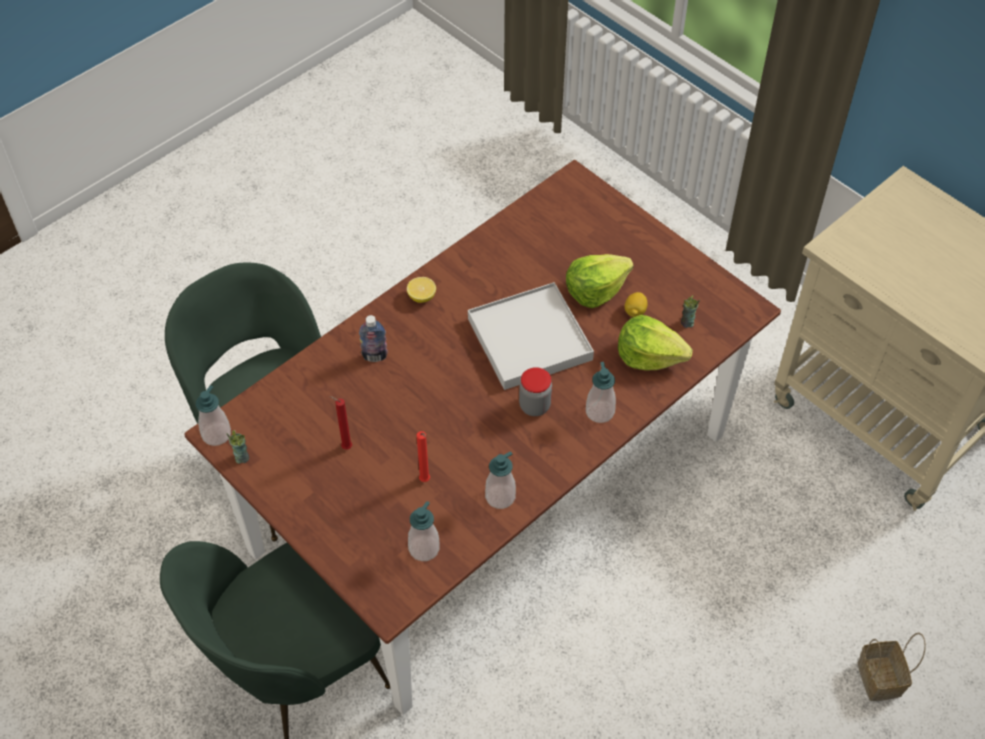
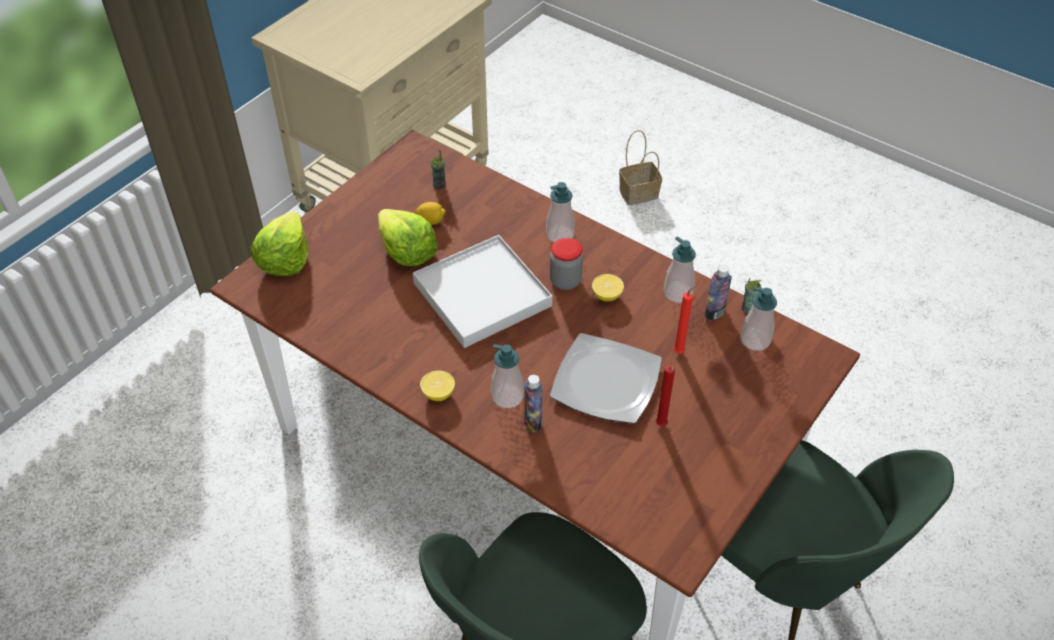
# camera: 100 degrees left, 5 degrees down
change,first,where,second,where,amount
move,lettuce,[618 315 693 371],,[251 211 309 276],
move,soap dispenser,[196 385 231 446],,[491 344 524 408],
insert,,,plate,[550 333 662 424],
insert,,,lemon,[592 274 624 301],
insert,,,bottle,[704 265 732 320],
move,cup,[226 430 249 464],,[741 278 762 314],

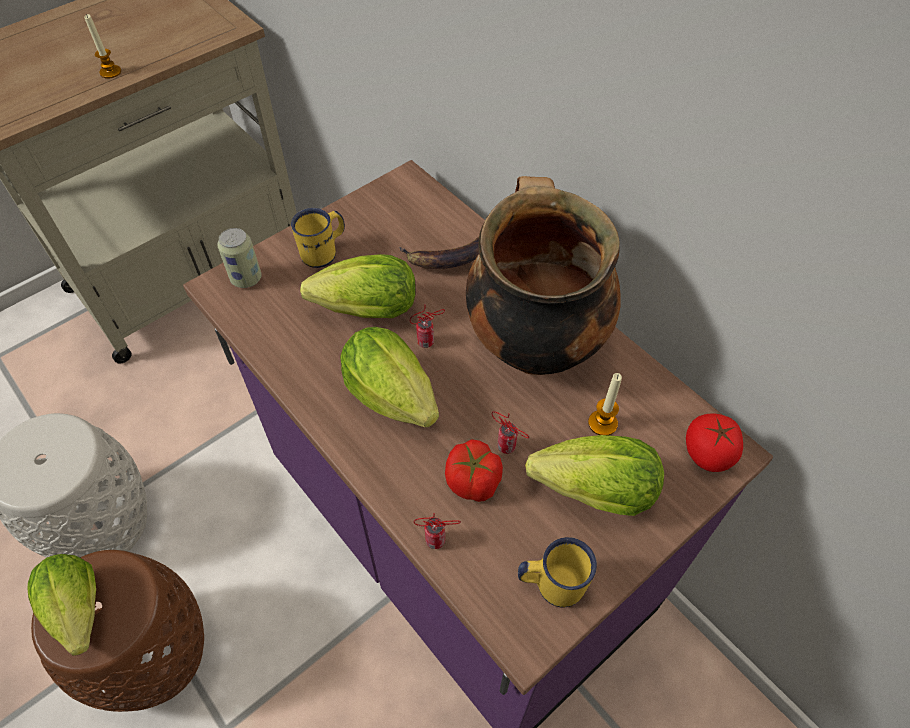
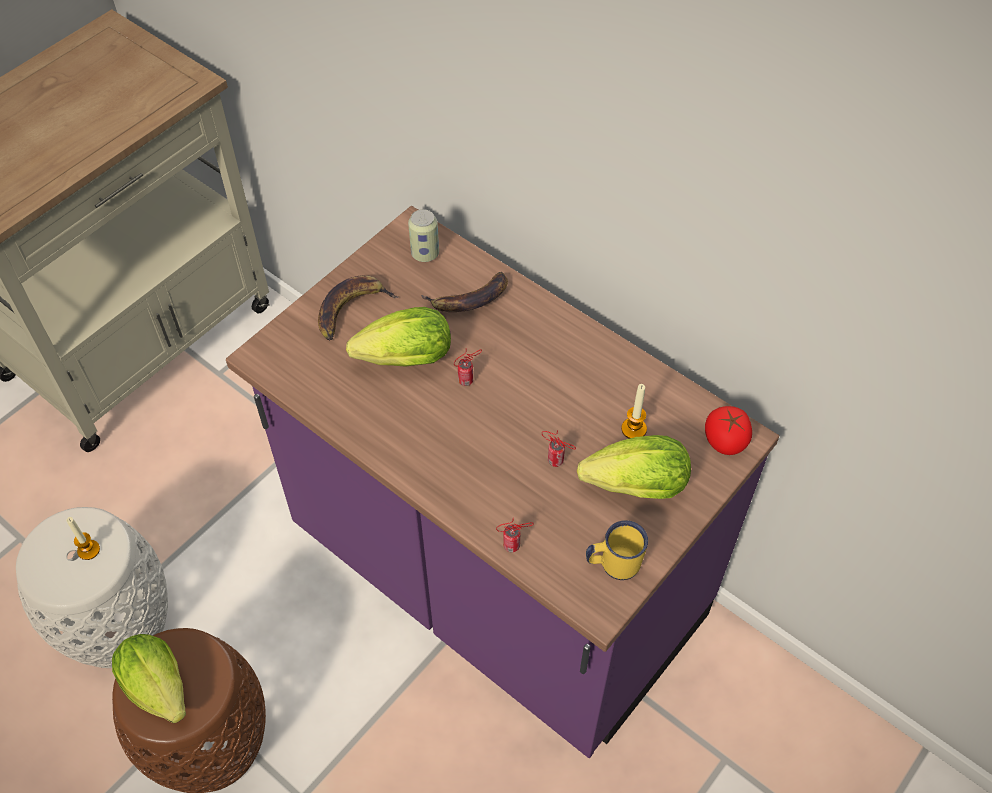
# camera: 10 degrees left, 0 degrees up
change,first,where,second,where,amount
move,candle,[84 14 121 79],,[67 517 100 560],
replace,mug (yellow),[291 208 345 268],banana,[318 275 398 340],
move,can,[217 228 262 288],,[408 209 439 262],
delete,lettuce,[340 327 439 427],,,
delete,tomato,[445 439 503 502],,,
delete,cooking pot,[466 176 621 375],,,

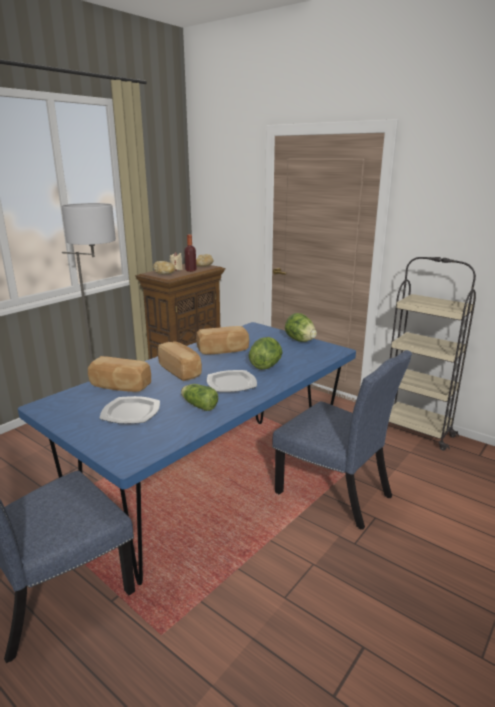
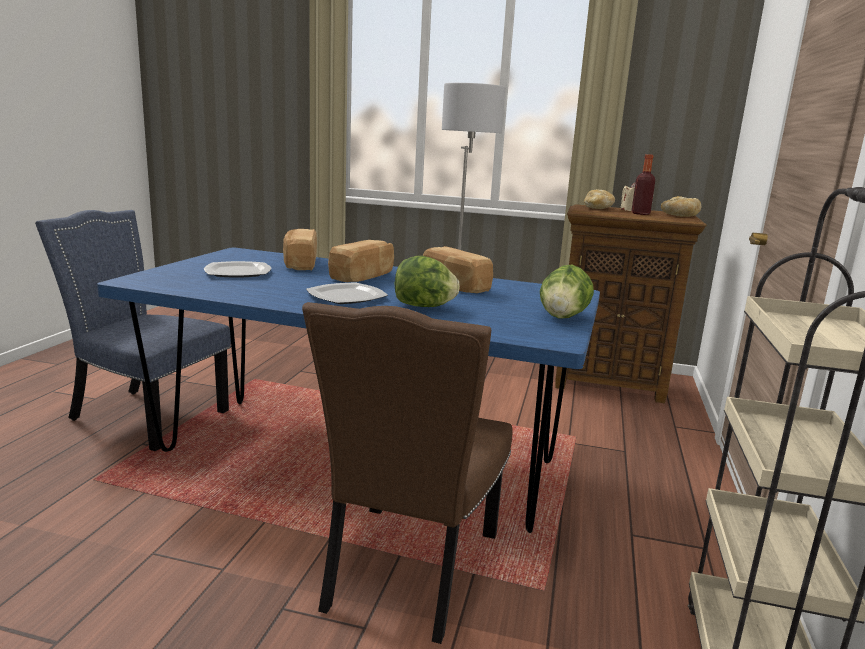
# camera: 65 degrees right, 5 degrees down
change,first,where,second,where,amount
recolor,chair (blue),[272 350 412 530],chair (brown),[302 302 513 644],
delete,lettuce,[181 384 218 411],,,

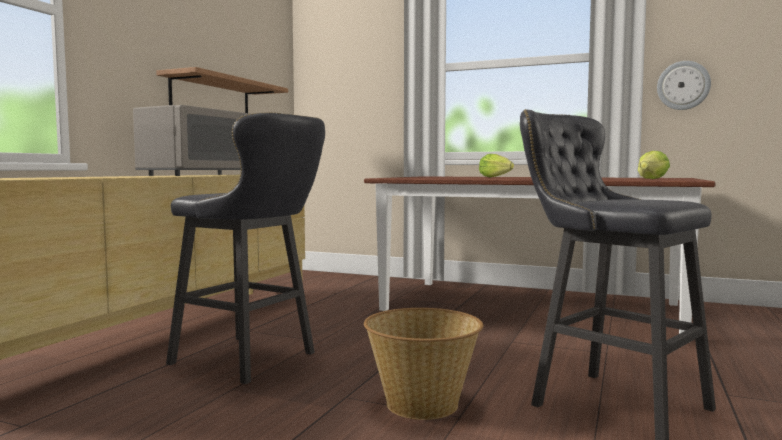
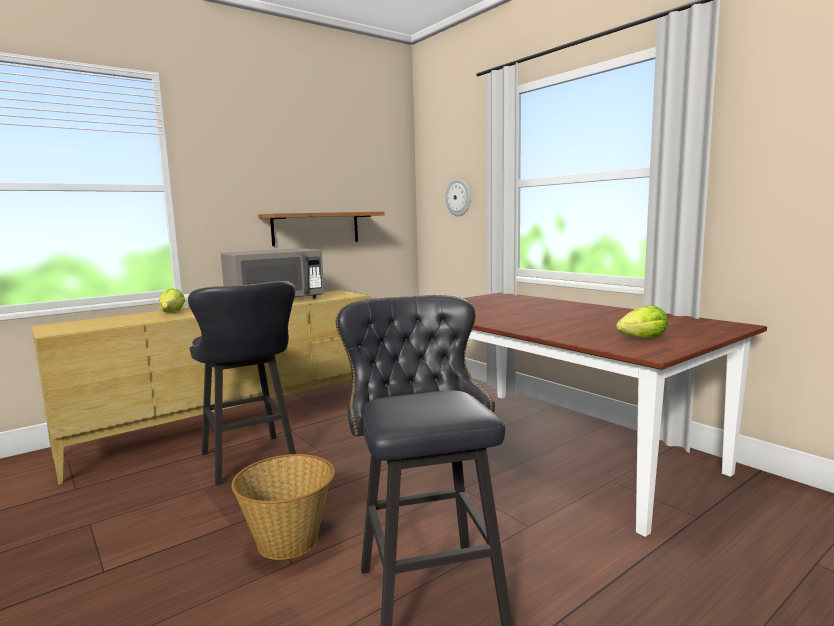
# camera: 30 degrees right, 5 degrees up
change,first,where,second,where,amount
move,lettuce,[479 154 514 177],,[159 289 185 313],
move,wall clock,[657 61 711 110],,[446 179 471 216],

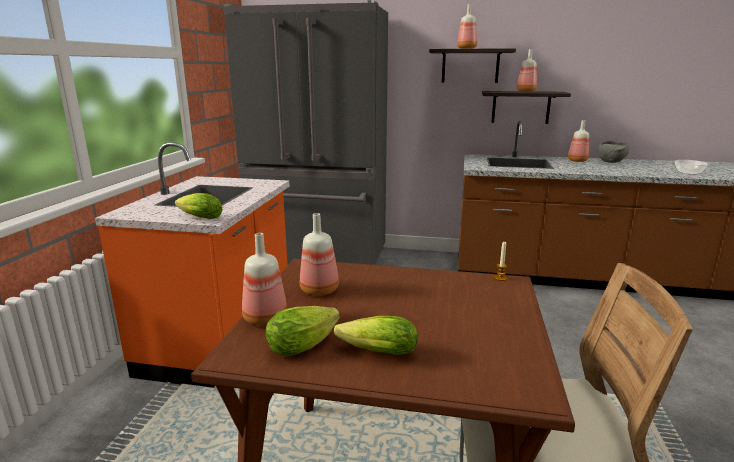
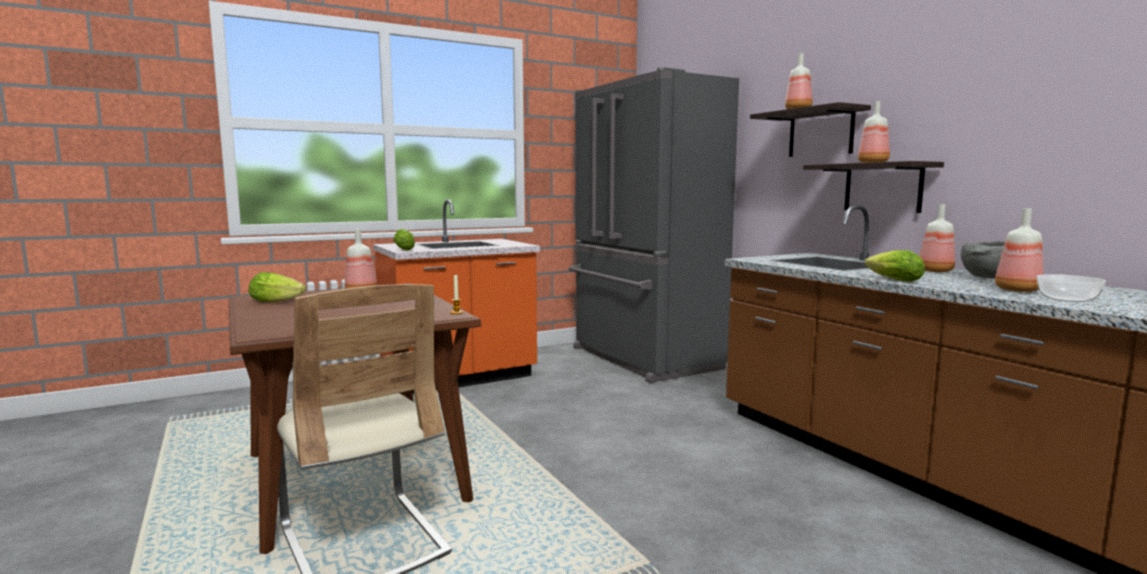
# camera: 50 degrees right, 10 degrees down
change,first,where,second,where,amount
move,lettuce,[334 316 418 355],,[865 250 925 282],
move,bottle,[242 233 287 326],,[995 208 1044 292],

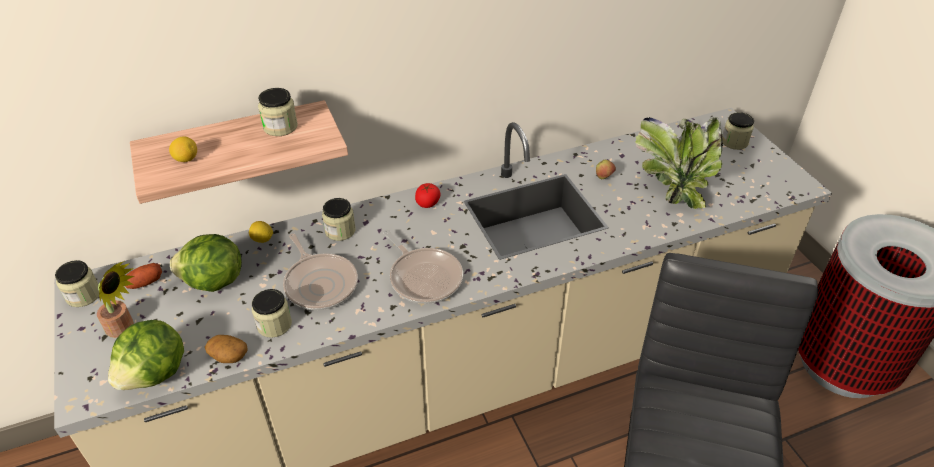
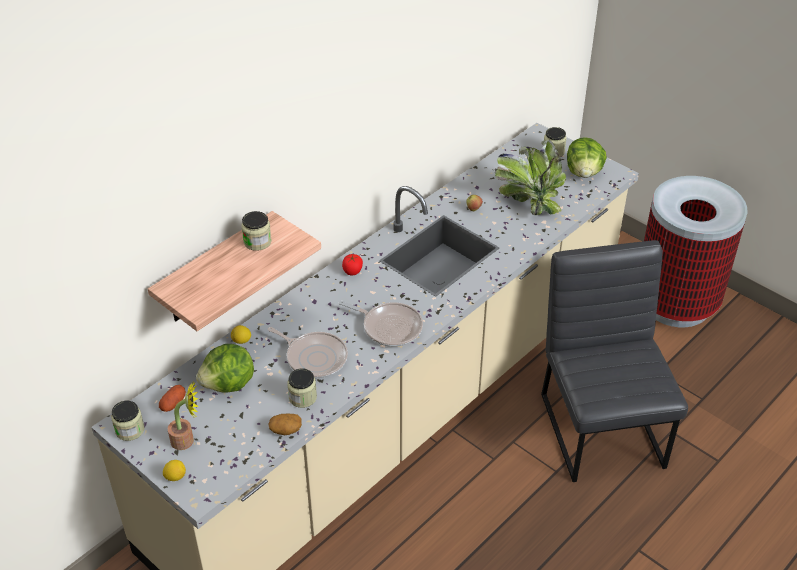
# camera: 25 degrees left, 0 degrees up
change,first,where,second,where,amount
move,lemon,[169 137 197 162],,[163 460 186 481],
move,lettuce,[108 320 184 390],,[567 137 607 178],
delete,jar,[322 198 356 241],,,

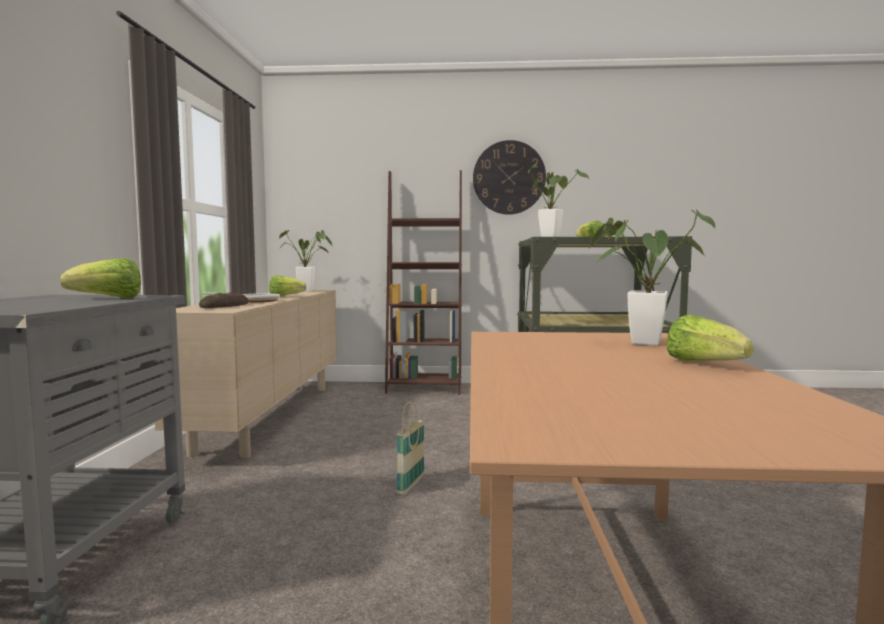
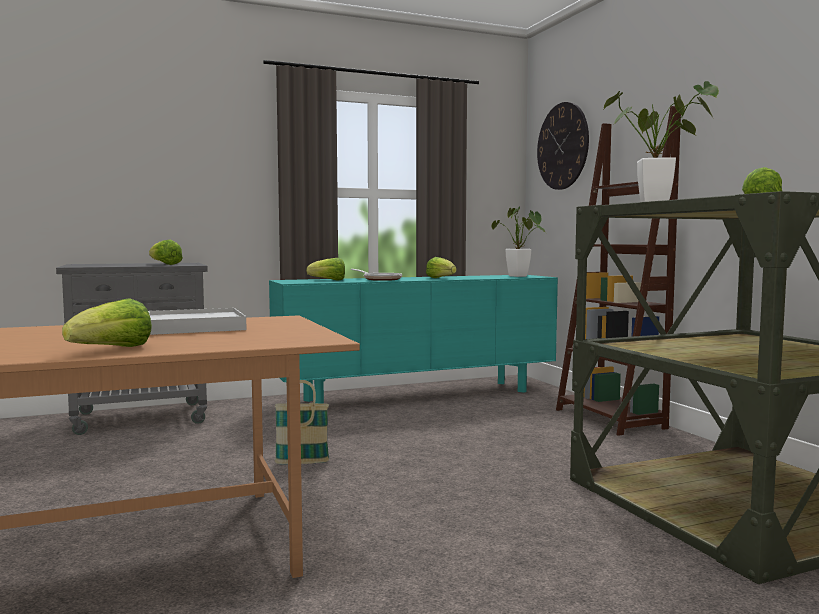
# camera: 65 degrees right, 0 degrees up
change,first,where,second,where,amount
insert,,,tray (white),[148 308 247 335],
recolor,cabinet (beige),[155 290 337 458],cabinet (turquoise),[269 275 558 404],
replace,bread,[199 293 249 308],lettuce,[306 258 345 281],
move,wall clock,[473 140 546 215],,[537 102 589 190],
delete,potted plant,[588 210 715 346],,,

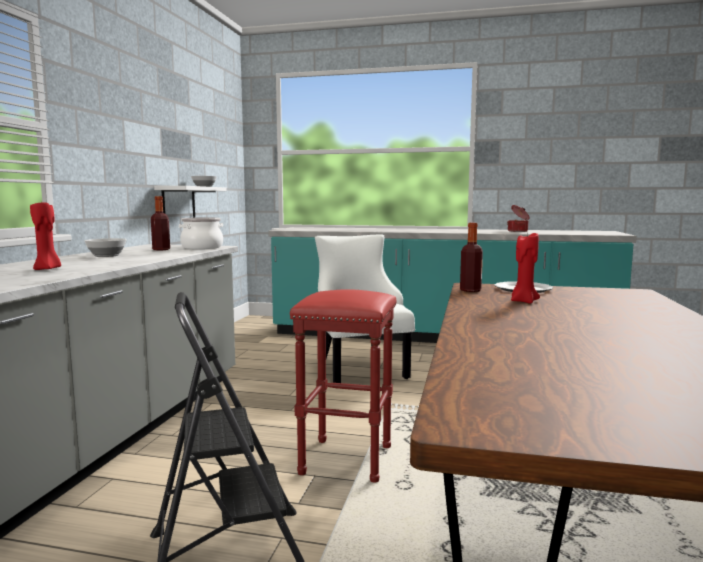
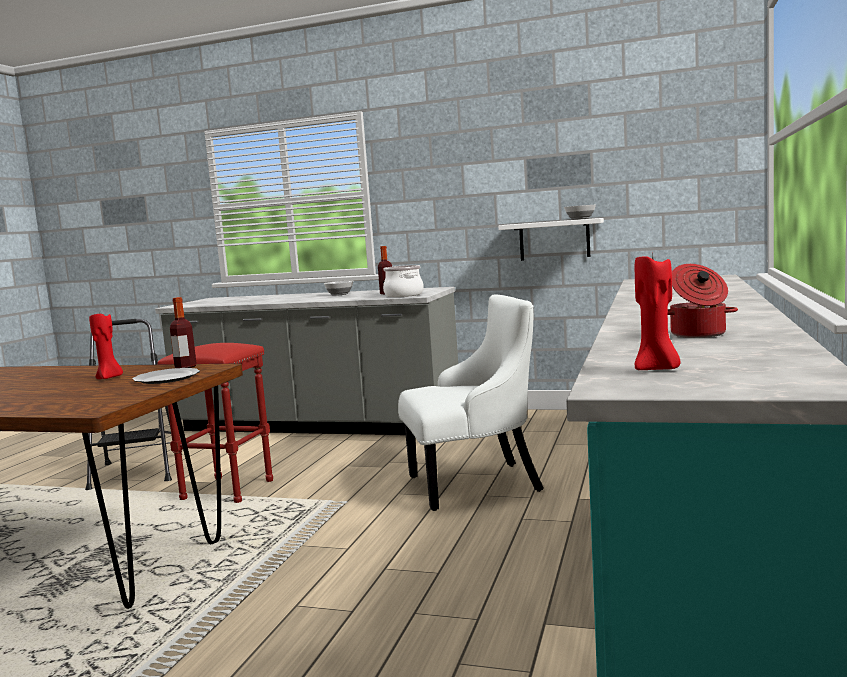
# camera: 95 degrees right, 0 degrees up
change,first,where,second,where,amount
move,candle (red),[30 202 61 270],,[634 255 680 370],

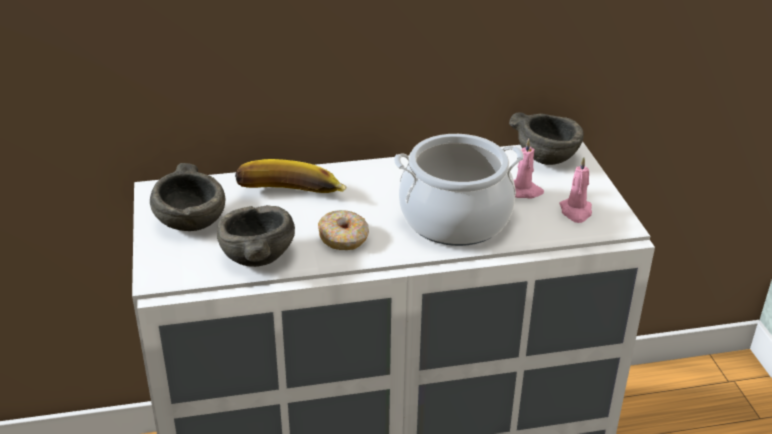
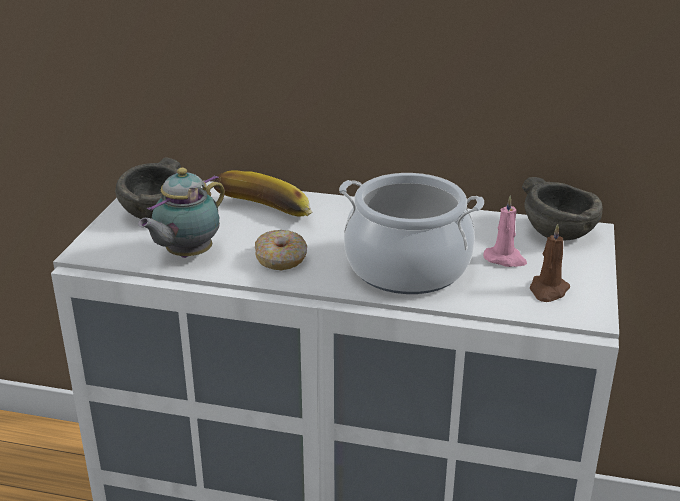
# camera: 25 degrees right, 5 degrees down
change,first,where,second,where,amount
replace,bowl (grey),[217 205 295 267],teapot,[138 168 225 258],
recolor,candle (pink),[559 157 592 223],candle (brown),[530 224 570 302],

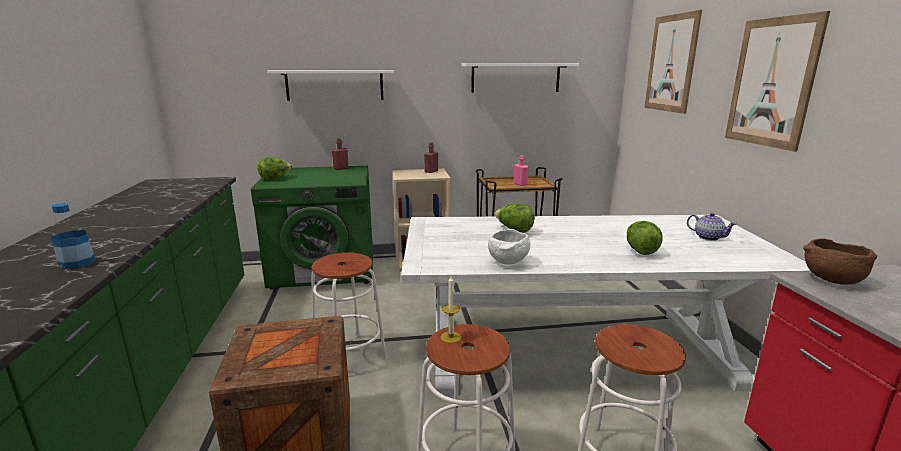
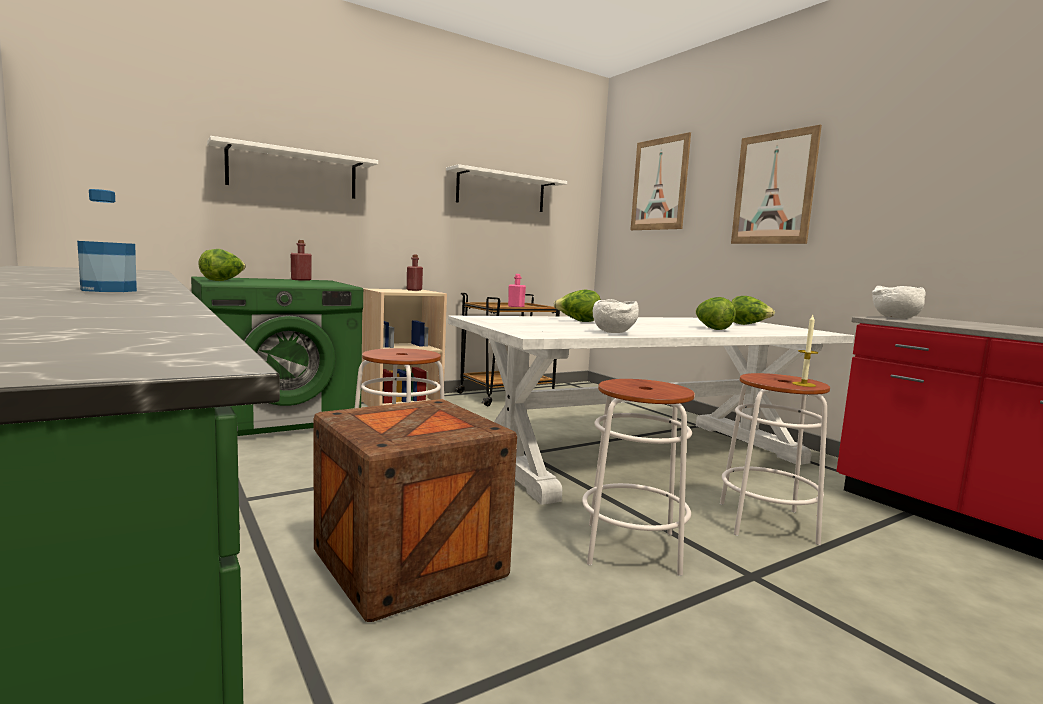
# camera: 25 degrees left, 10 degrees down
change,first,where,second,where,amount
replace,teapot,[687 213 737 241],lettuce,[731 296 775 325],
move,candle,[441 276 462 343],,[792 315 818 387],
recolor,bowl (brown),[803 238 877 285],bowl (white),[872 286 926 319],

